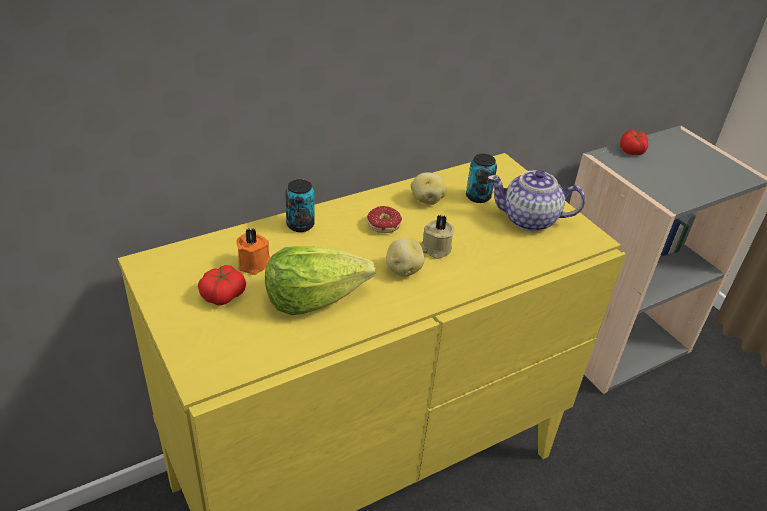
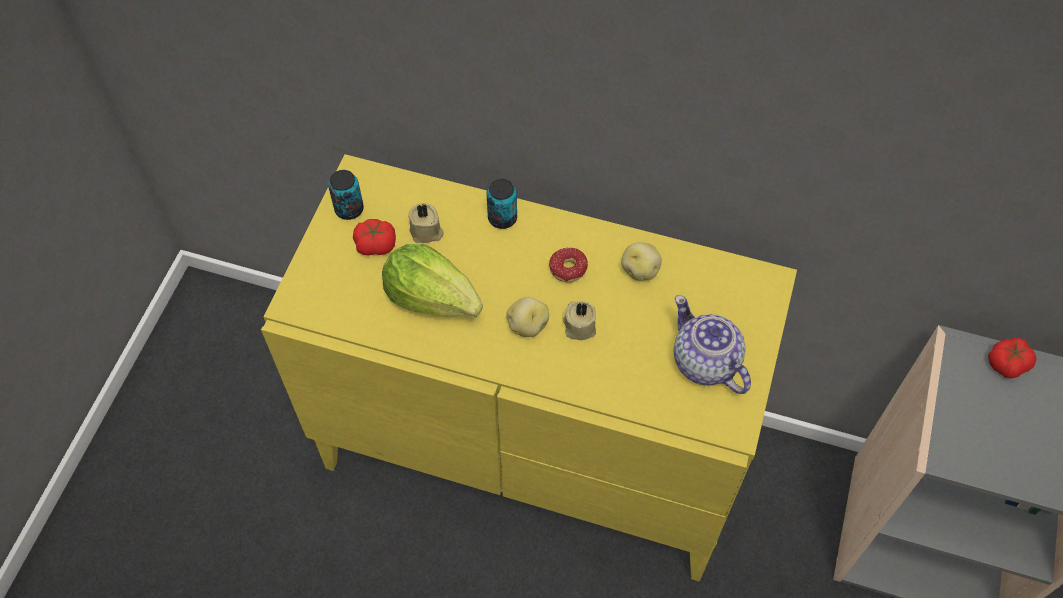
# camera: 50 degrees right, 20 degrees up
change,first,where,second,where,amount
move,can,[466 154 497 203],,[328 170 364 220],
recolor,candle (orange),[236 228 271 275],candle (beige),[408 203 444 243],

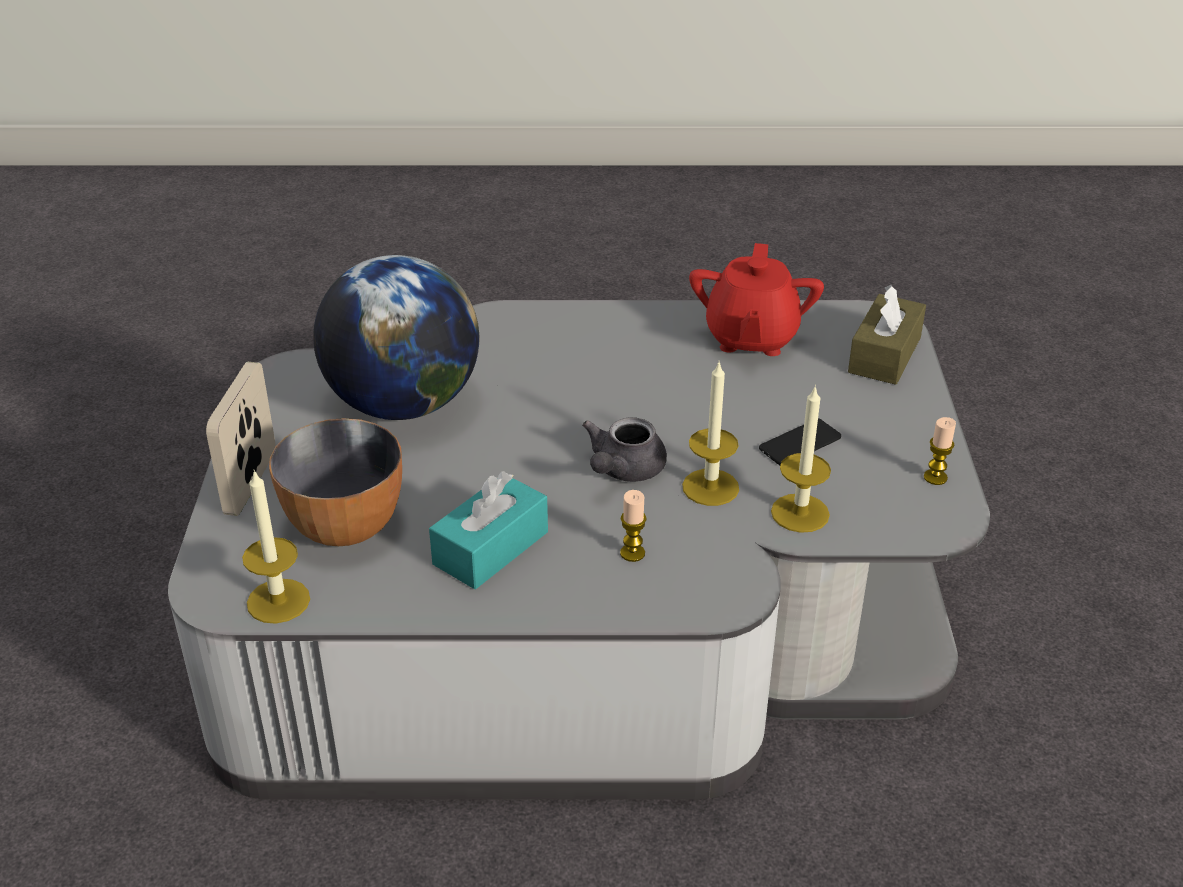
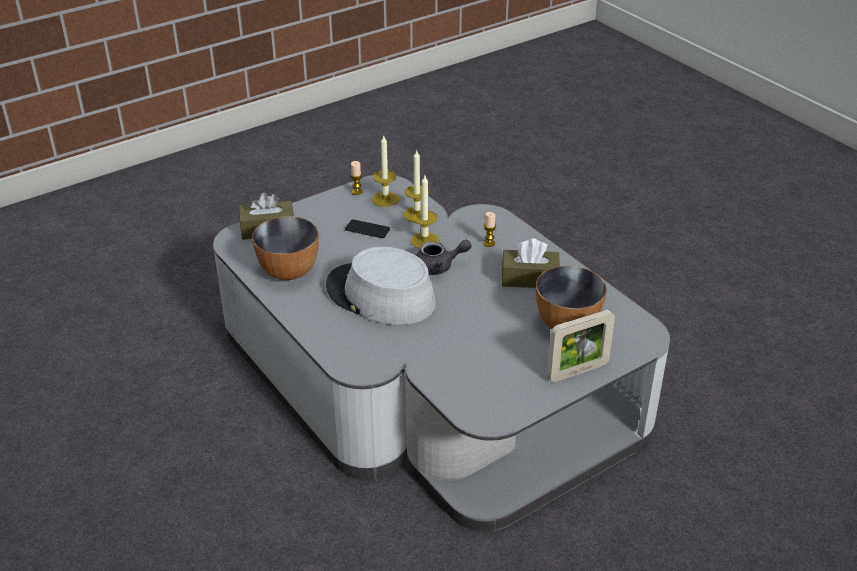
# camera: 125 degrees left, 0 degrees up
change,first,where,second,where,amount
replace,teapot (red),[689 243 824 356],bowl,[252 216 319 280],
insert,,,hat (grey),[326 247 436 325],
move,candle,[242 470 310 624],,[372 136 399 207],
recolor,tissue box (turquoise),[429 471 548 589],tissue box (brown),[502 239 560 288],
delete,globe,[313 255 479 420],,,

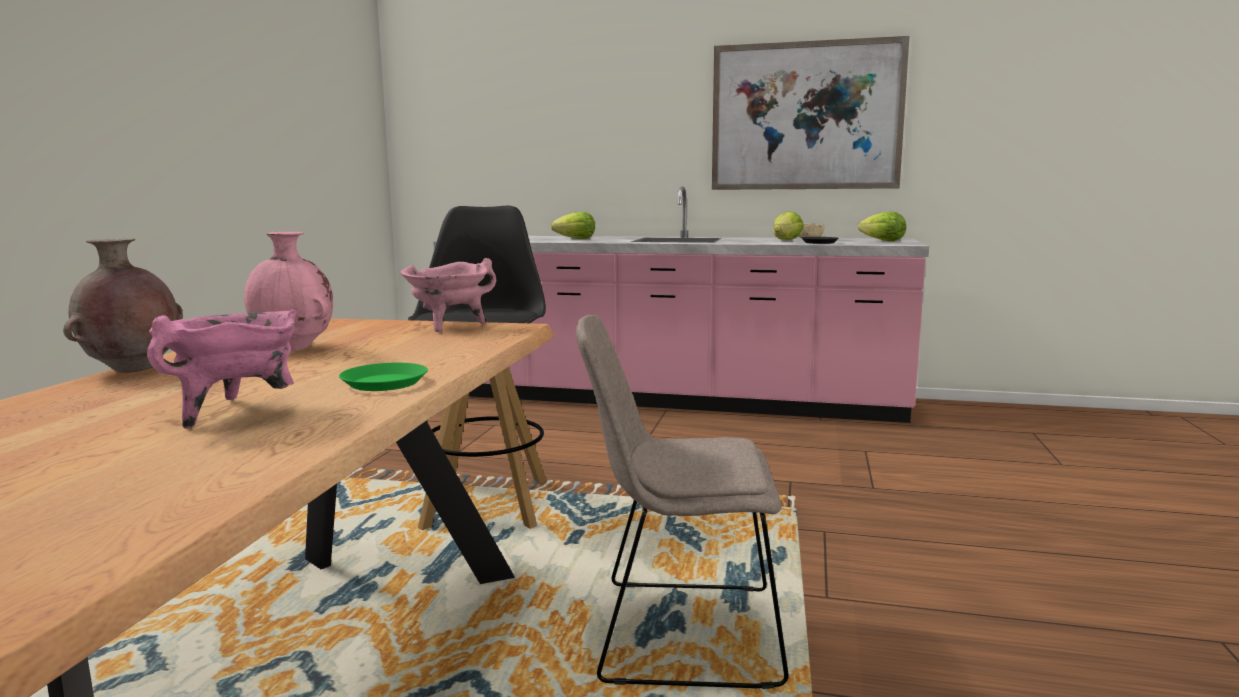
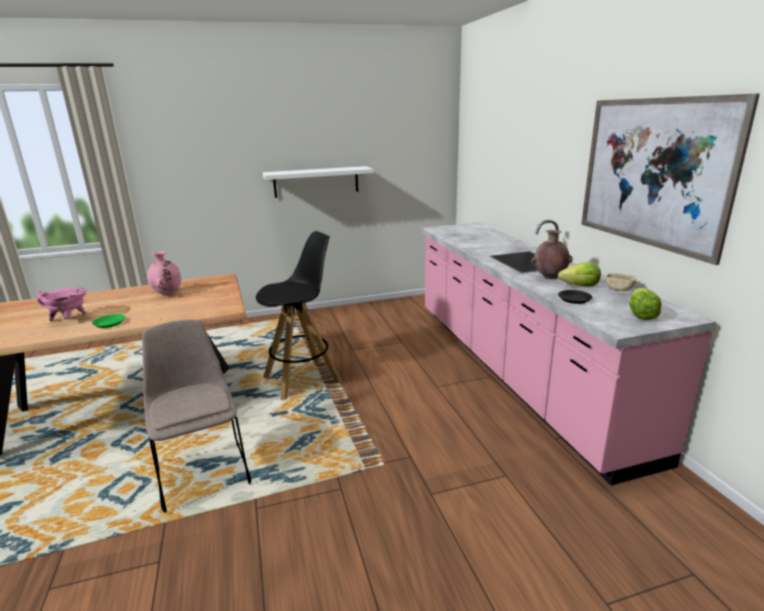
# camera: 60 degrees right, 10 degrees up
change,first,where,second,where,amount
insert,,,shelf (white),[262 166 374 198],
move,vase (brown),[63 238 183 373],,[531 230 573 279],
delete,cooking pot (pink),[401 258 496 333],,,
delete,lettuce,[551 212 595 239],,,

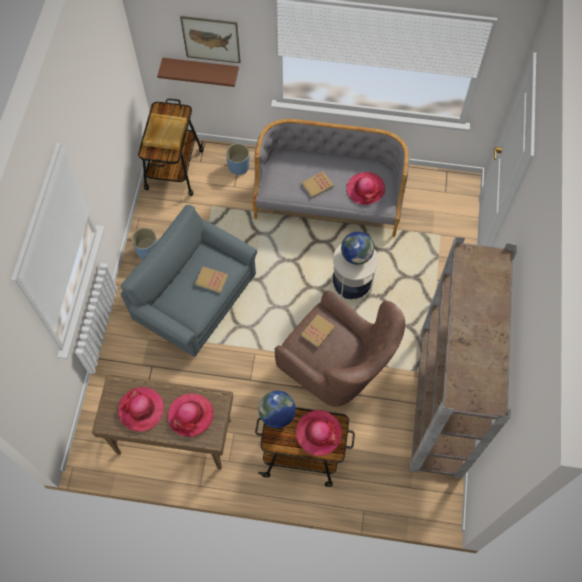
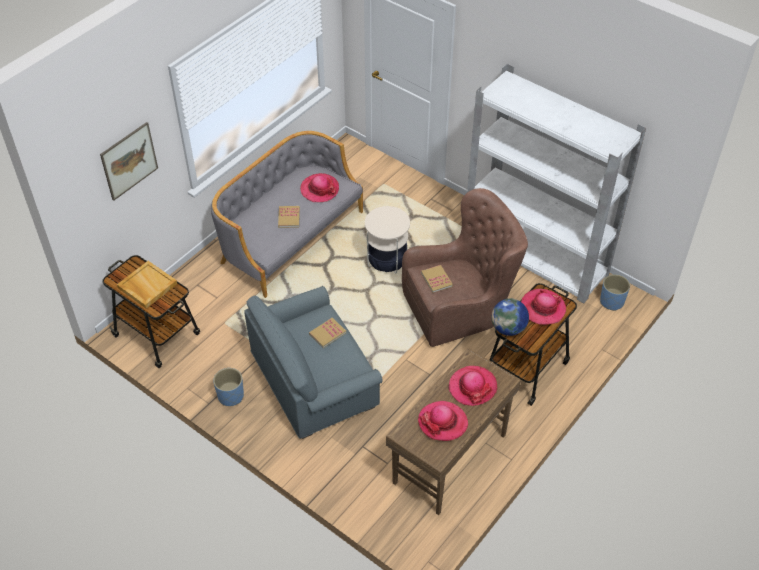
# camera: 60 degrees left, 15 degrees down
change,first,where,second,where,amount
recolor,bookcase (brown),[409 237 517 479],bookcase (white),[467 64 646 303],
move,planter (blue),[226 143 249 175],,[600 274 630 311],
delete,shelf (brown),[157 58 239 87],,,
delete,globe,[341 232 374 265],,,

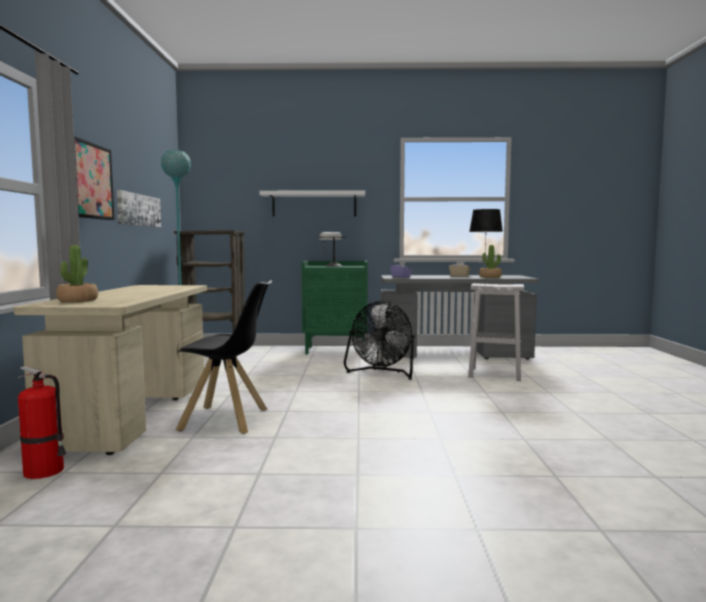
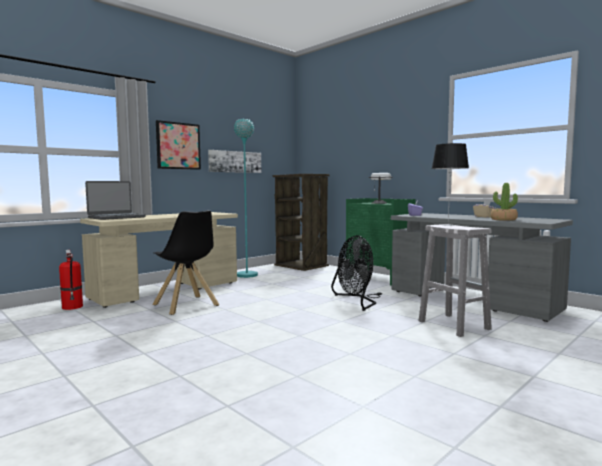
# camera: 45 degrees right, 0 degrees up
change,first,where,second,where,amount
replace,potted plant,[56 245 98 302],laptop,[85 181 146 220],
delete,shelf (white),[259 190 365 217],,,

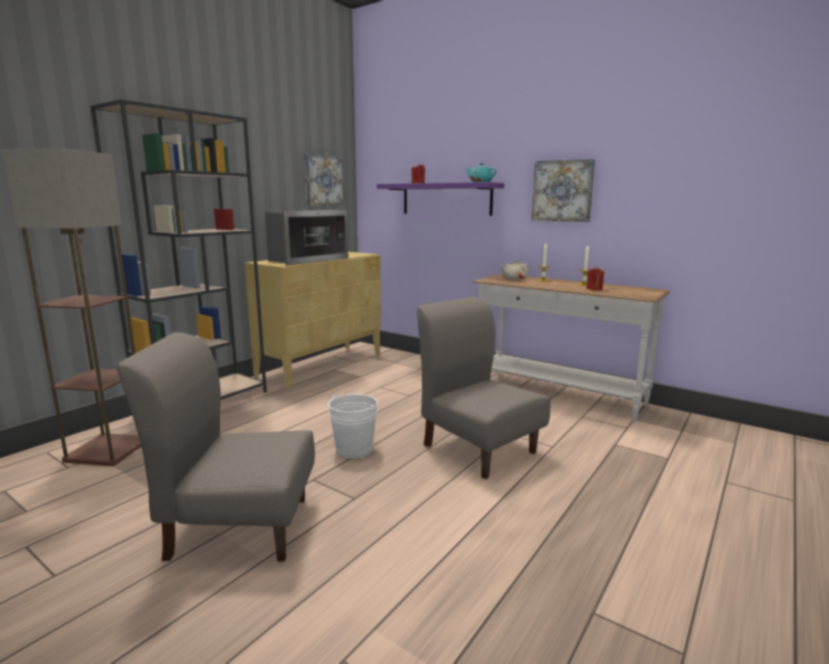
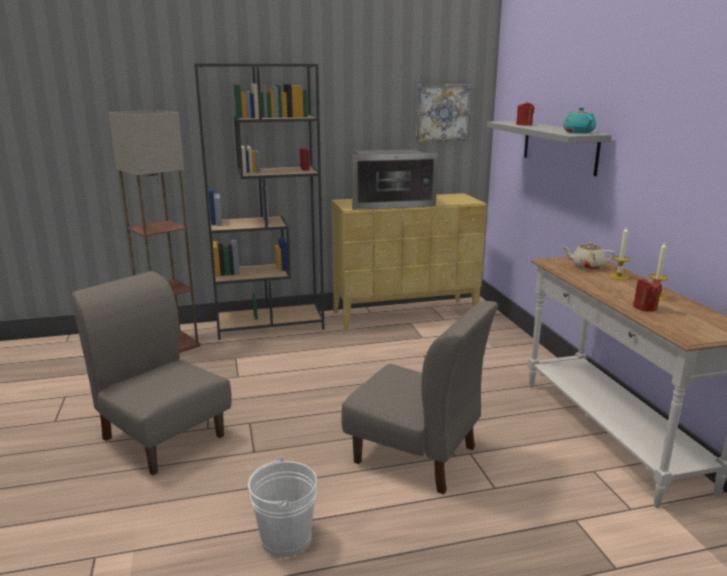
# camera: 40 degrees right, 5 degrees up
change,first,where,second,where,amount
move,bucket (white),[328 394 378 458],,[248 457 317 557],
rotate,chair (grey),[417 297 550 479],,[341 301 498 494],120 degrees clockwise
recolor,shelf (purple),[377 182 504 216],shelf (grey),[487 121 612 176],
delete,picture,[531 159 595 222],,,

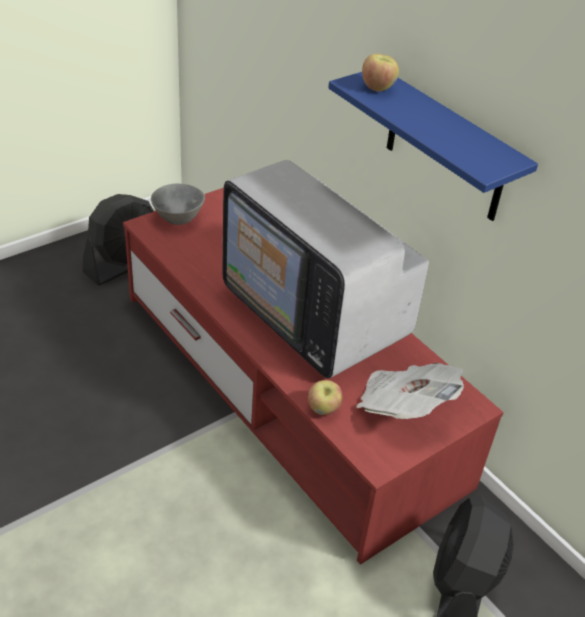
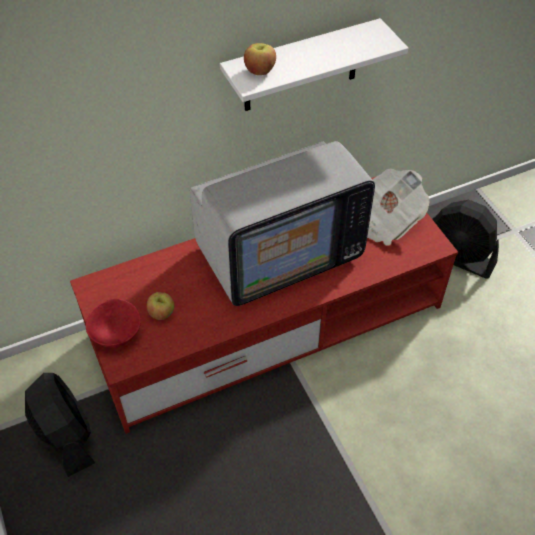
# camera: 75 degrees left, 10 degrees up
change,first,where,second,where,amount
recolor,bowl (grey),[151 184 205 225],bowl (red),[86 299 141 348],
move,apple,[308 380 343 415],,[147 292 174 320],
recolor,shelf (blue),[328 72 538 221],shelf (white),[220 18 409 111],

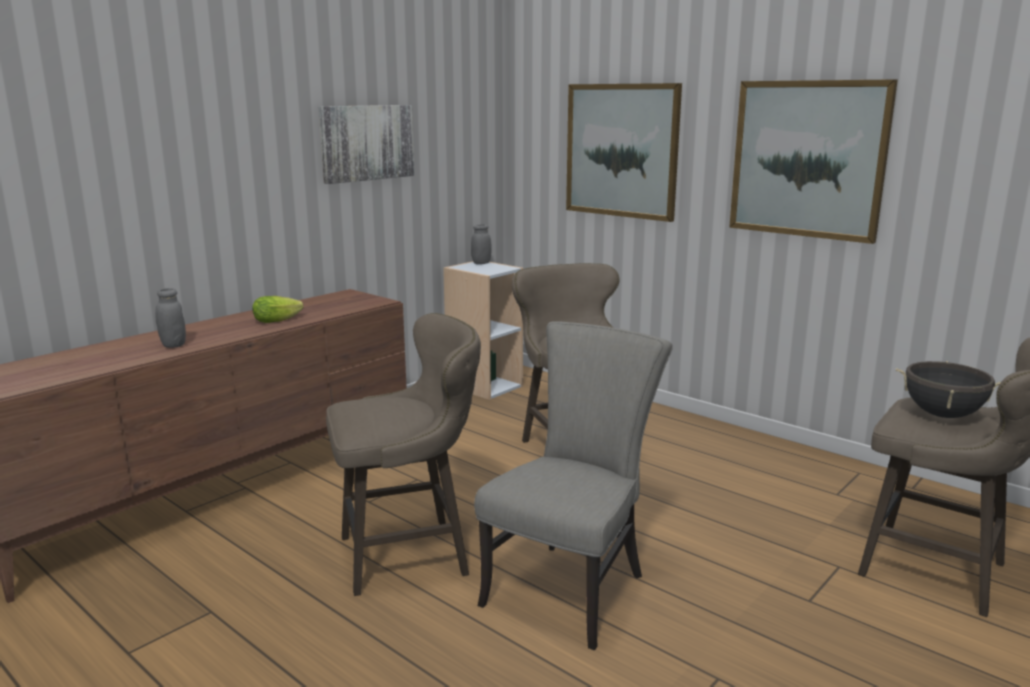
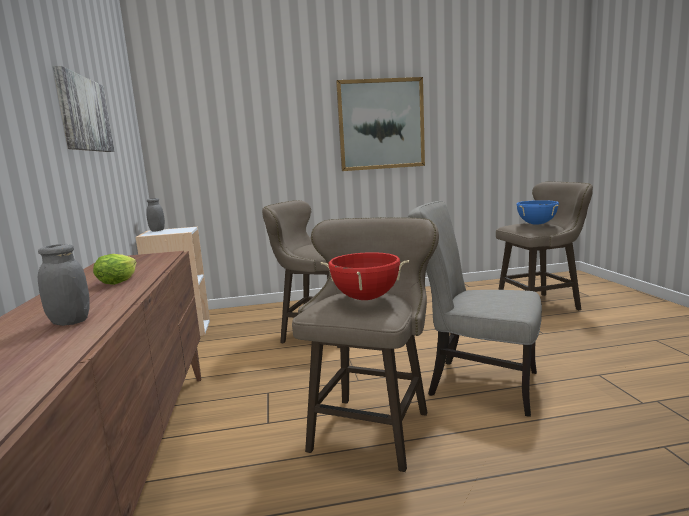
# camera: 50 degrees left, 5 degrees down
change,first,where,second,where,amount
insert,,,cooking pot (red),[321 252 409 300],
rotate,chair (grey),[474 321 673 651],,[407 201 542 417],45 degrees counterclockwise
recolor,cooking pot (black),[896 361 1001 418],cooking pot (blue),[516 200 559 225],
delete,picture,[566 83 682 222],,,

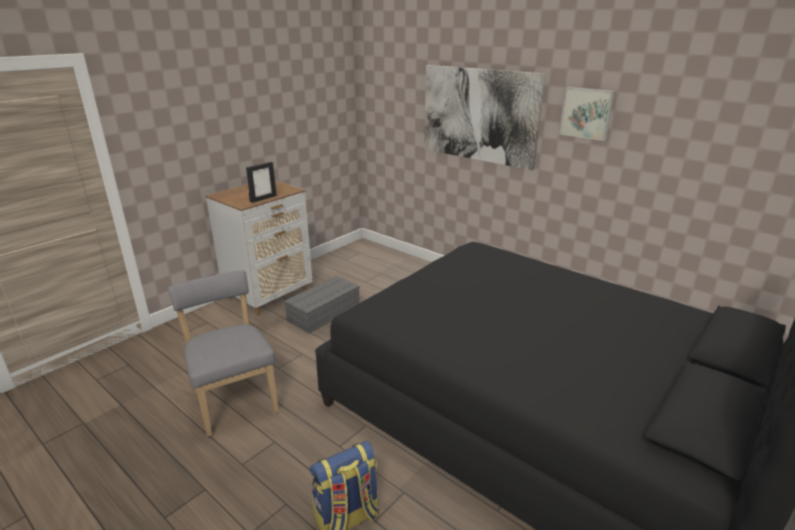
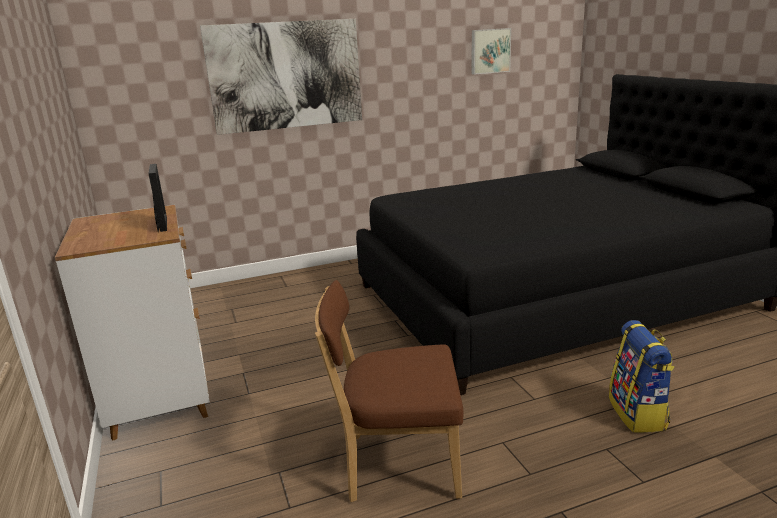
# camera: 60 degrees left, 5 degrees down
change,first,where,second,where,amount
recolor,chair (grey),[168 270 279 436],chair (brown),[315 280 464 502],
move,picture,[559 87 615 141],,[472 28 511 74],
delete,storage box (grey),[284 276 360 333],,,

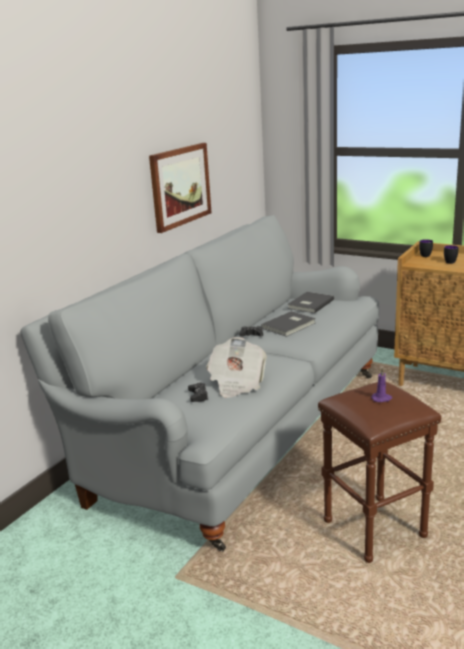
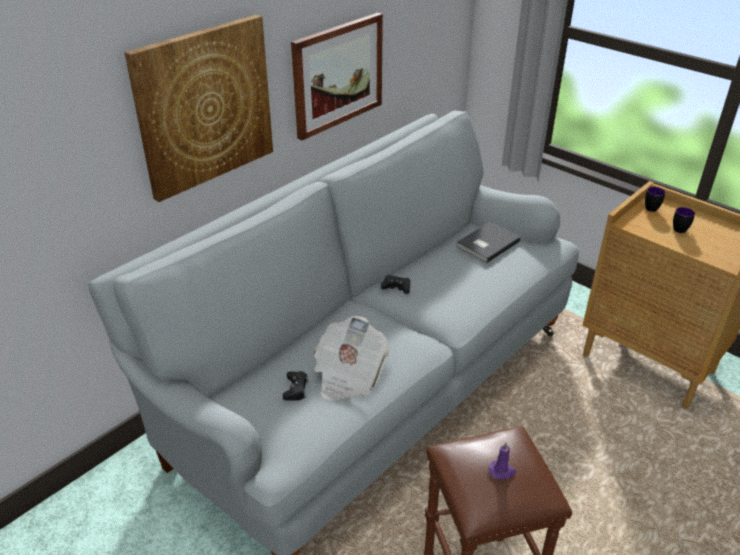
# camera: 10 degrees right, 15 degrees up
change,first,where,second,where,amount
insert,,,picture,[124 14 273 202],
delete,book (grey),[261 311 316 337],,,

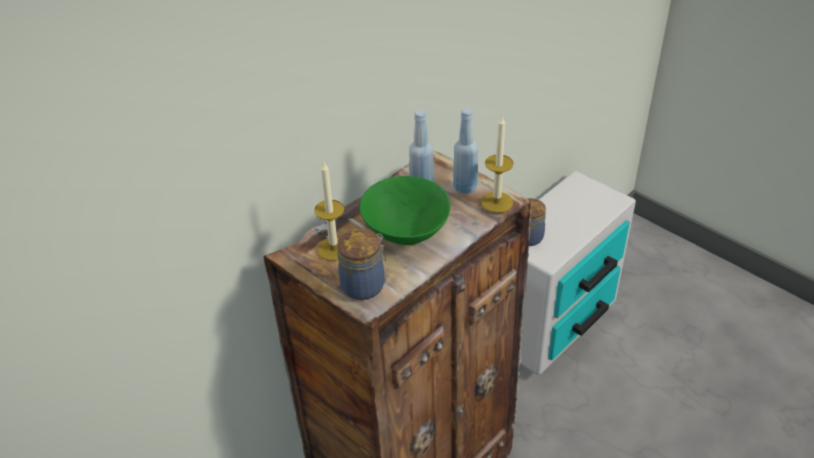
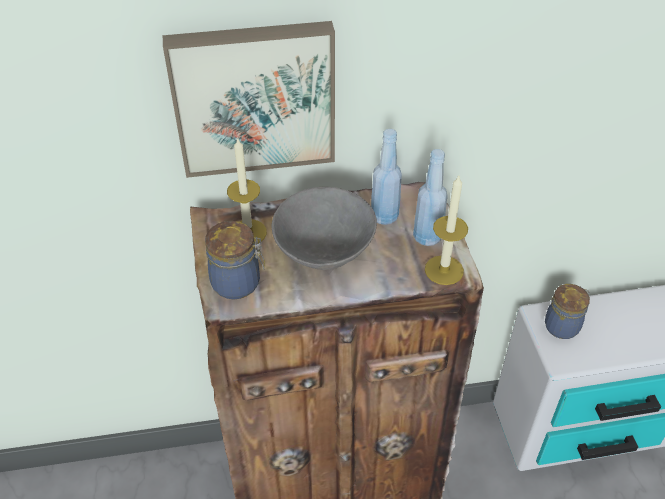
# camera: 35 degrees right, 5 degrees up
change,first,where,second,where,amount
insert,,,picture,[163 21 335 178],
recolor,bowl (green),[360 176 450 245],bowl (grey),[272 187 377 270],

